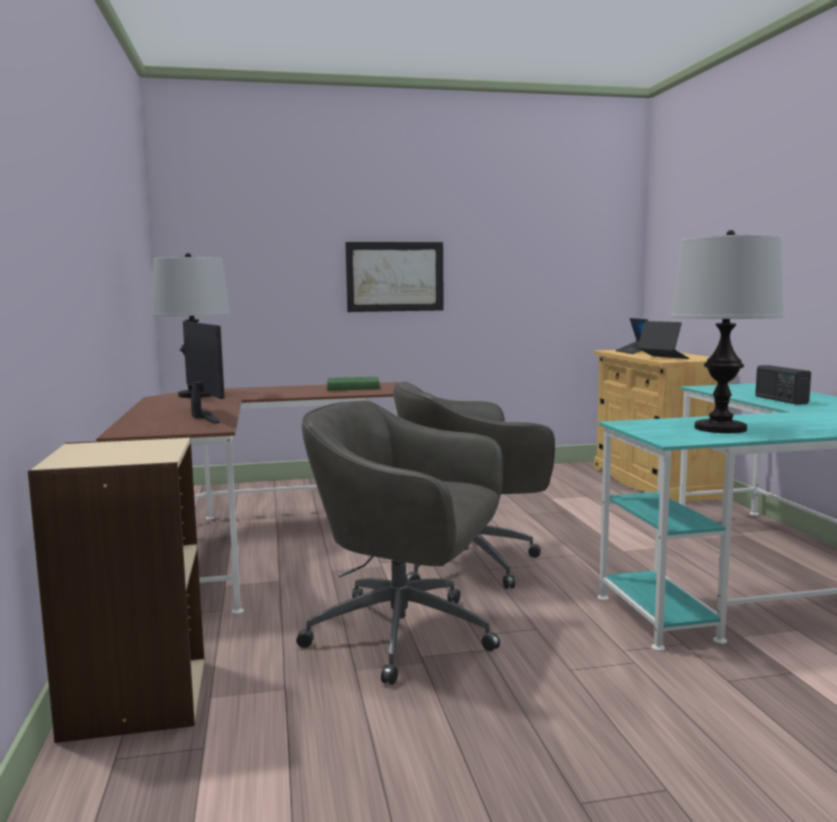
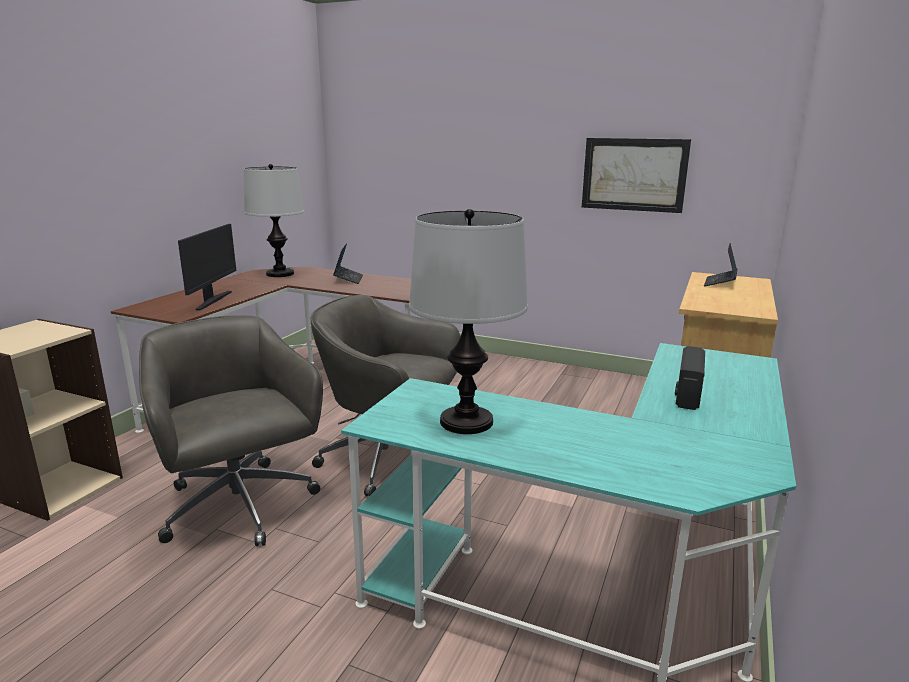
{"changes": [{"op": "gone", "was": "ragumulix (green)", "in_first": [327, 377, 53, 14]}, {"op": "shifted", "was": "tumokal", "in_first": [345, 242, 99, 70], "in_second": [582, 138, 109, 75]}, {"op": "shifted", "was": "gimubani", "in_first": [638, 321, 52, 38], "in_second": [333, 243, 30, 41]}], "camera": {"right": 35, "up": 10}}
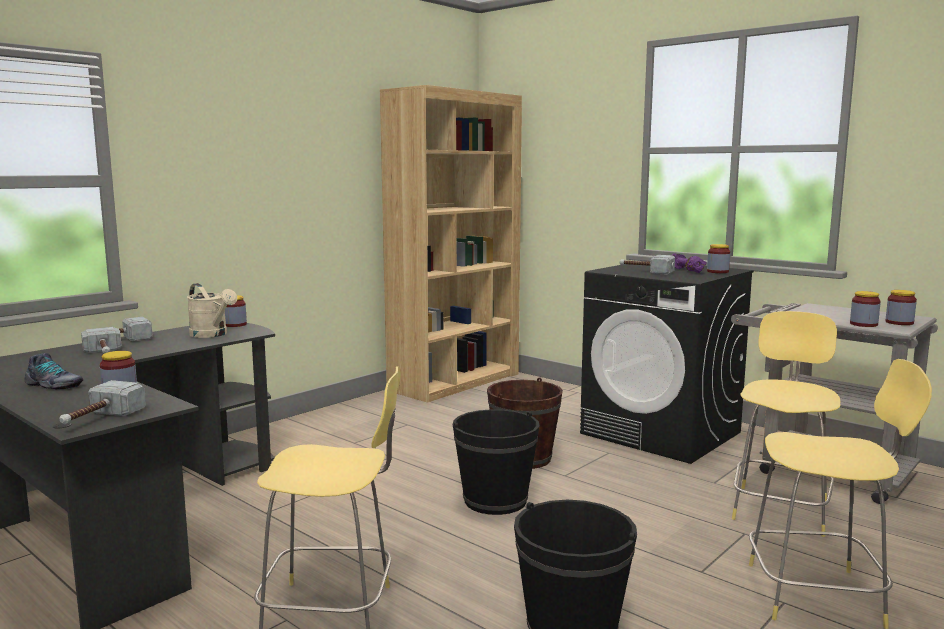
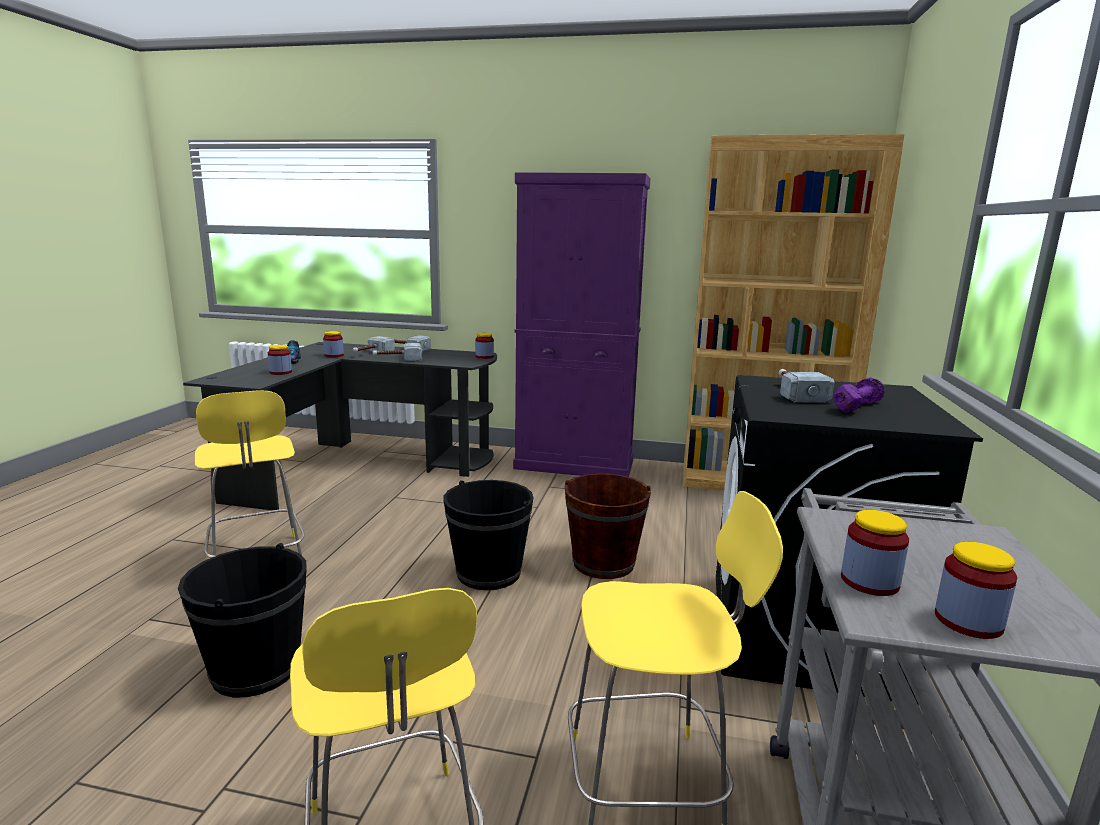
{"changes": [{"op": "shifted", "was": "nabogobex", "in_first": [59, 380, 87, 44], "in_second": [373, 343, 49, 18]}, {"op": "gone", "was": "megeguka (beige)", "in_first": [187, 283, 50, 55]}, {"op": "shifted", "was": "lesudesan", "in_first": [707, 244, 23, 29], "in_second": [323, 331, 21, 26]}, {"op": "new", "now": "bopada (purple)", "in_second": [513, 172, 137, 305]}], "camera": {"right": 60, "up": 5}}
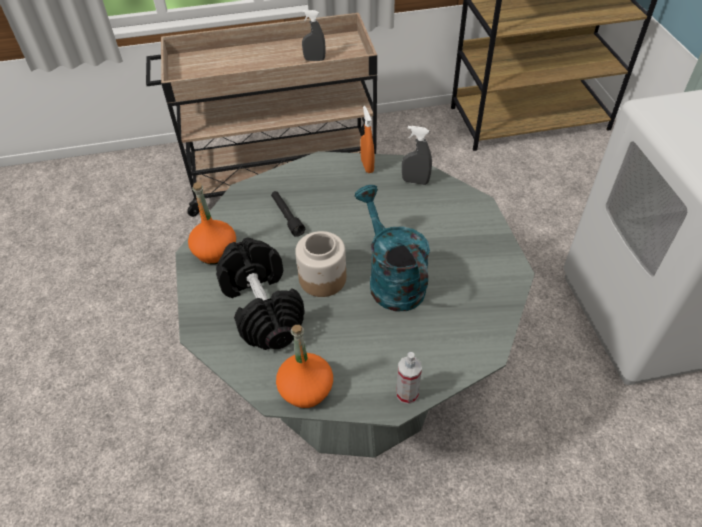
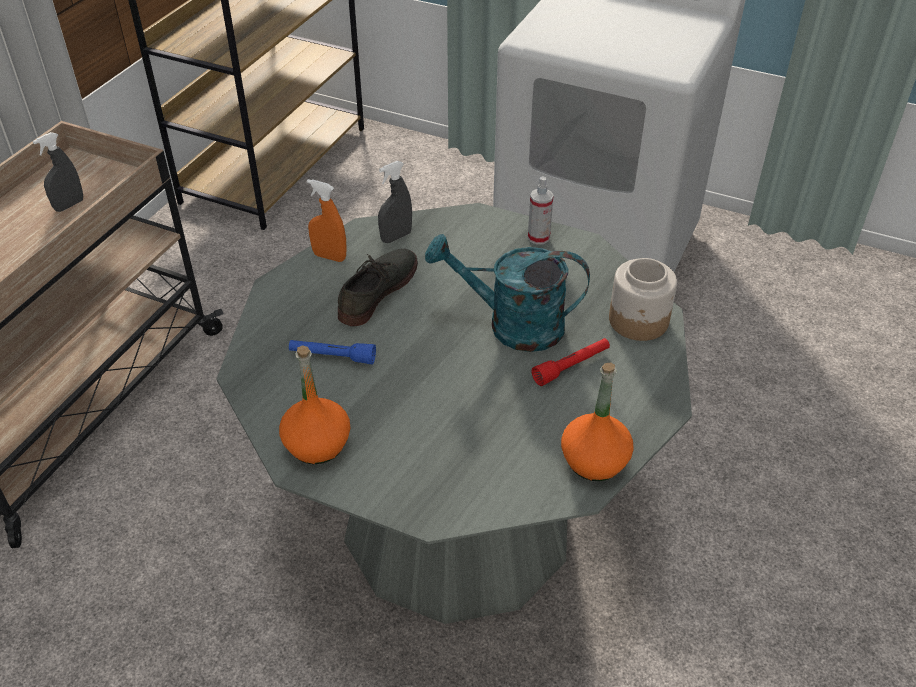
{"changes": [{"op": "gone", "was": "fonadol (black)", "in_first": [216, 238, 89, 112]}, {"op": "repainted", "was": "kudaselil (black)", "now": "kudaselil (blue)", "in_first": [271, 191, 34, 46], "in_second": [289, 340, 87, 24]}, {"op": "shifted", "was": "lesudesan", "in_first": [295, 231, 51, 66], "in_second": [609, 258, 68, 83]}, {"op": "shifted", "was": "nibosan", "in_first": [396, 352, 26, 52], "in_second": [528, 176, 26, 68]}, {"op": "new", "now": "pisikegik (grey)", "in_second": [338, 249, 80, 77]}, {"op": "new", "now": "kudaselil (red)", "in_second": [531, 338, 79, 48]}], "camera": {"right": -55, "up": -5}}
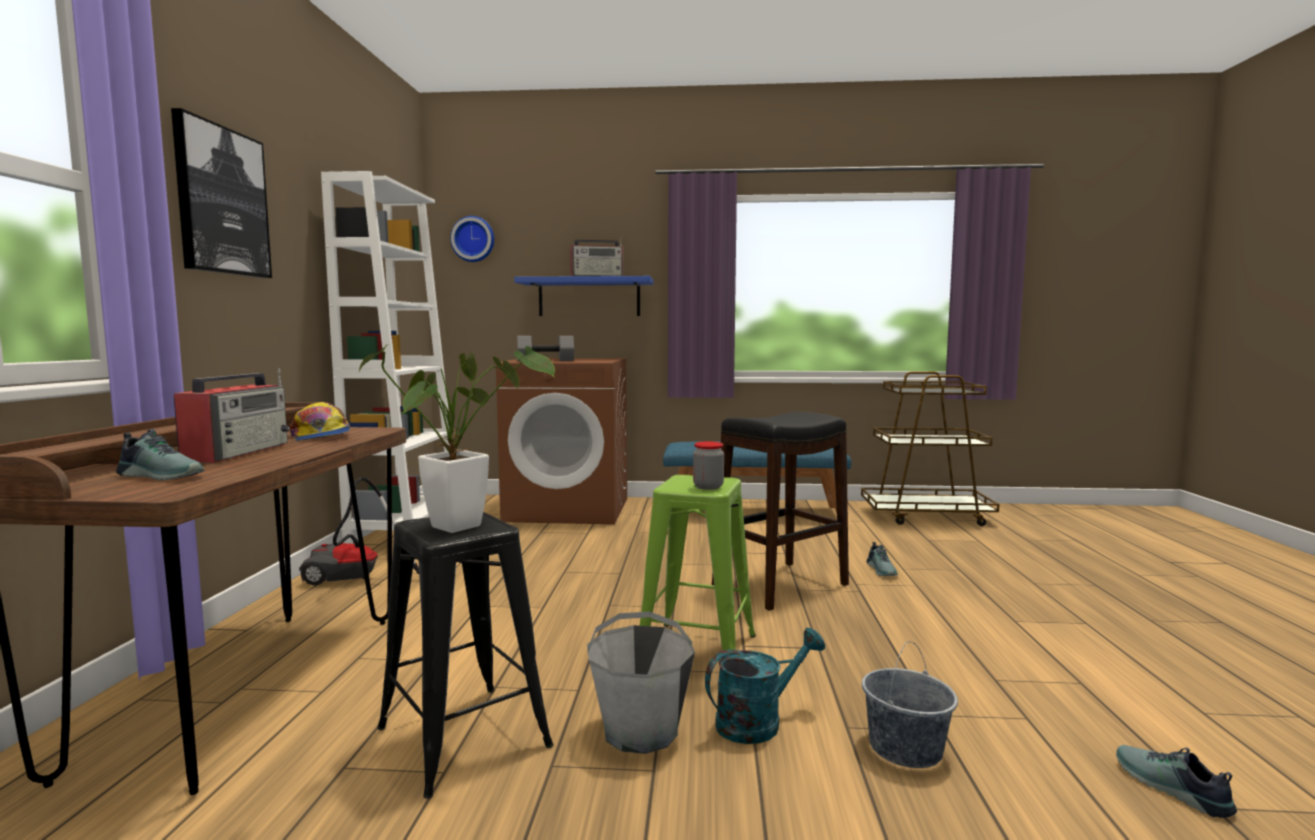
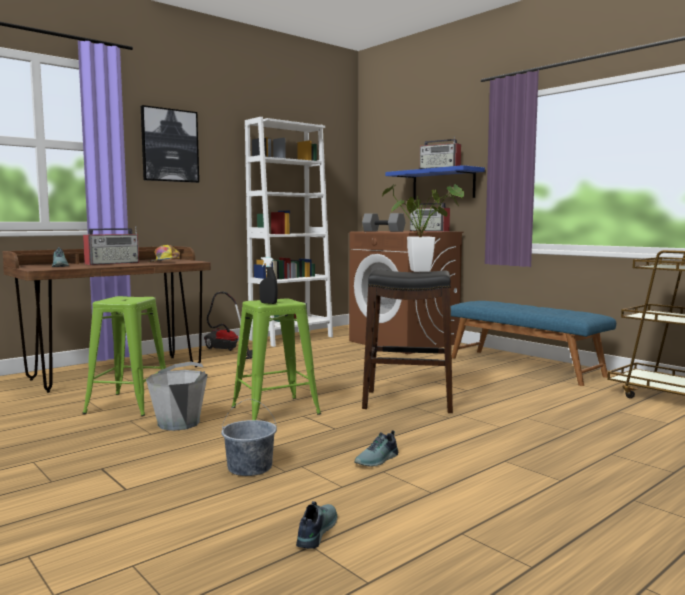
{"changes": [{"op": "shifted", "was": "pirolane", "in_first": [359, 346, 196, 187], "in_second": [382, 184, 82, 88]}, {"op": "repainted", "was": "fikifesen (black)", "now": "fikifesen (green)", "in_first": [377, 512, 177, 287], "in_second": [83, 296, 83, 120]}, {"op": "gone", "was": "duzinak", "in_first": [450, 216, 44, 46]}, {"op": "swapped", "was": "lesudesan", "now": "nibosan (black)", "in_first": [693, 441, 31, 49], "in_second": [259, 257, 19, 47]}, {"op": "gone", "was": "megeguka (turquoise)", "in_first": [705, 628, 120, 116]}, {"op": "shifted", "was": "pisikegik", "in_first": [866, 542, 32, 34], "in_second": [354, 430, 44, 37]}, {"op": "new", "now": "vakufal", "in_second": [410, 203, 40, 29]}], "camera": {"right": 45, "up": 0}}
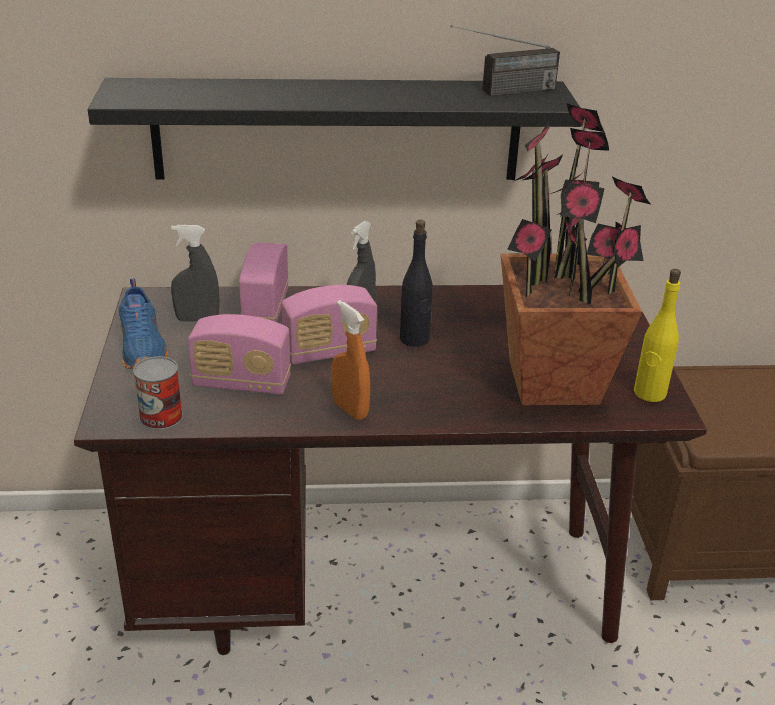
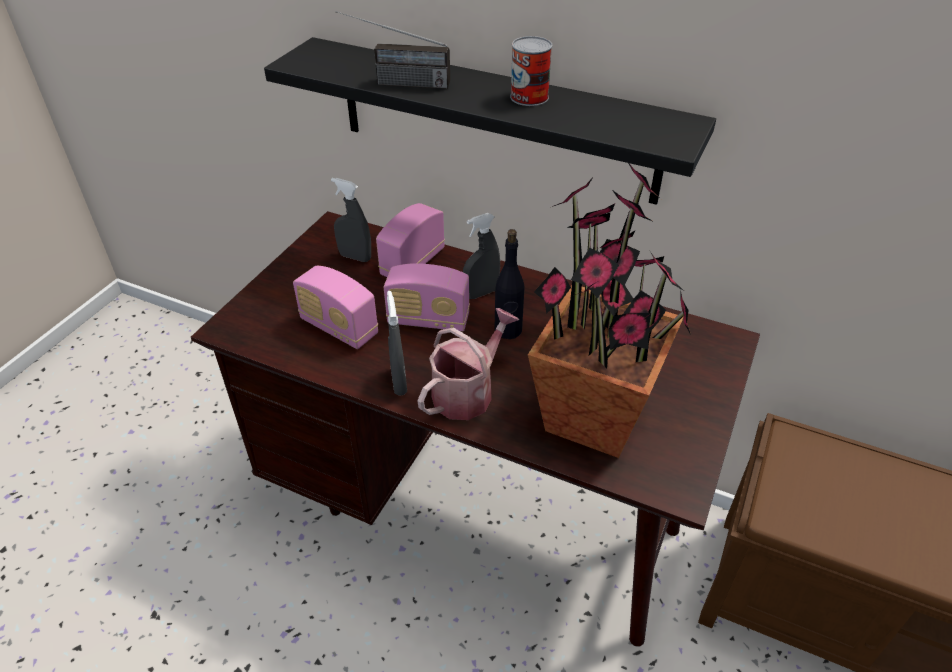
{"changes": [{"op": "gone", "was": "pisikegik (blue)", "in_first": [119, 278, 49, 91]}, {"op": "shifted", "was": "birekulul", "in_first": [133, 356, 50, 74], "in_second": [510, 36, 42, 70]}, {"op": "repainted", "was": "nibosan (orange)", "now": "nibosan (grey)", "in_first": [331, 300, 39, 120], "in_second": [387, 291, 20, 104]}, {"op": "shifted", "was": "vakufal", "in_first": [450, 25, 110, 71], "in_second": [335, 11, 115, 78]}, {"op": "gone", "was": "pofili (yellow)", "in_first": [634, 269, 47, 133]}, {"op": "new", "now": "megeguka", "in_second": [417, 308, 102, 112]}], "camera": {"right": 30, "up": 10}}
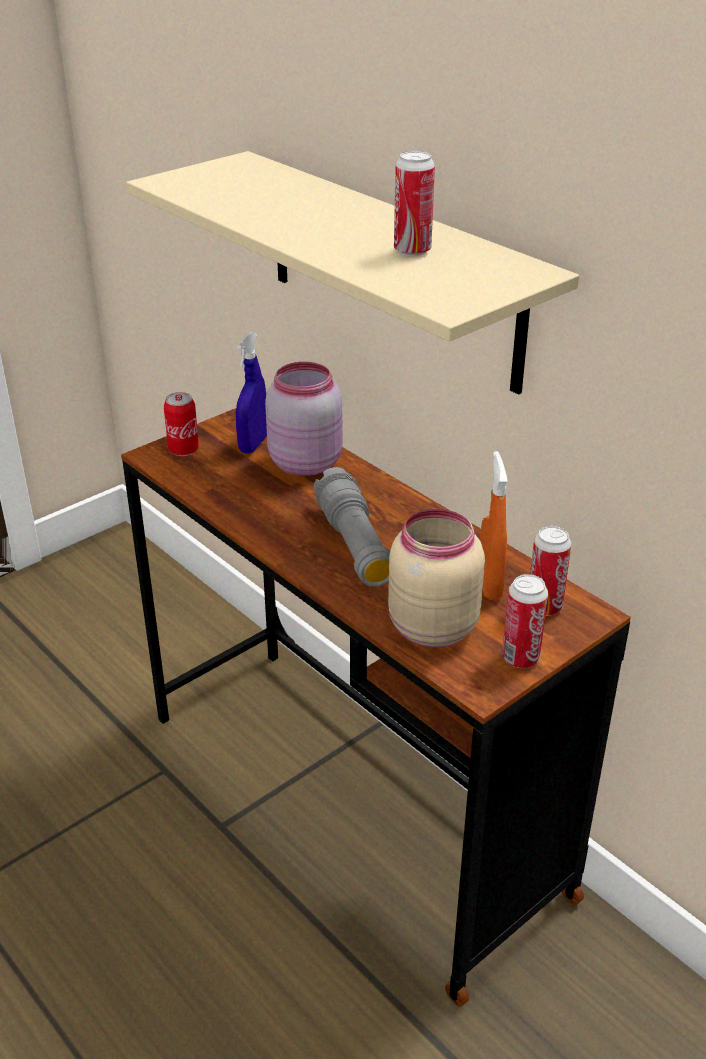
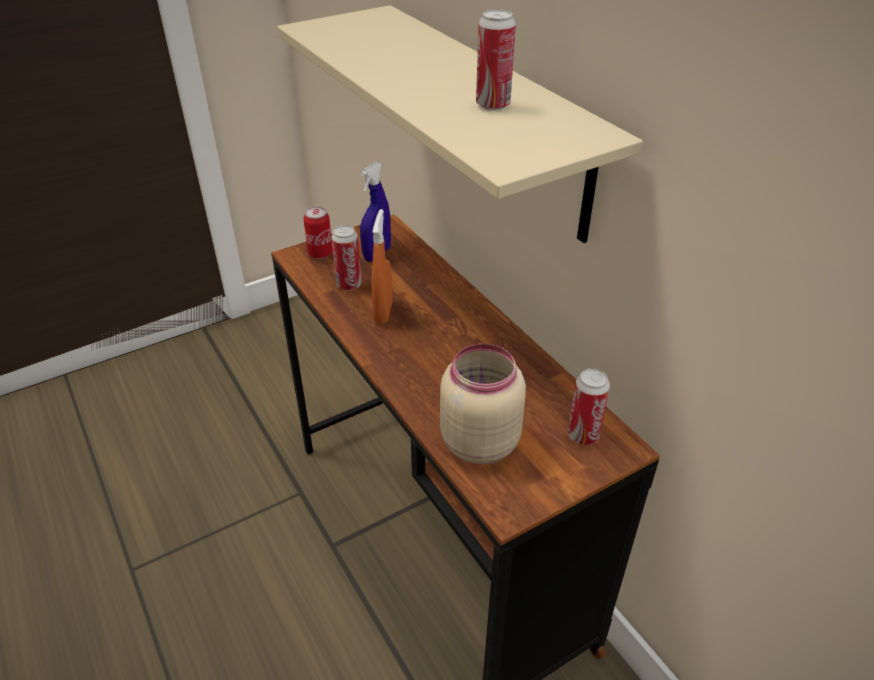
{"changes": [{"op": "gone", "was": "lesudesan (pink)", "in_first": [265, 362, 78, 114]}, {"op": "gone", "was": "kudaselil (grey)", "in_first": [314, 467, 76, 120]}, {"op": "shifted", "was": "nibosan (orange)", "in_first": [480, 451, 28, 149], "in_second": [372, 209, 21, 115]}, {"op": "shifted", "was": "birekulul", "in_first": [502, 574, 46, 94], "in_second": [331, 225, 31, 66]}], "camera": {"right": 10, "up": 5}}
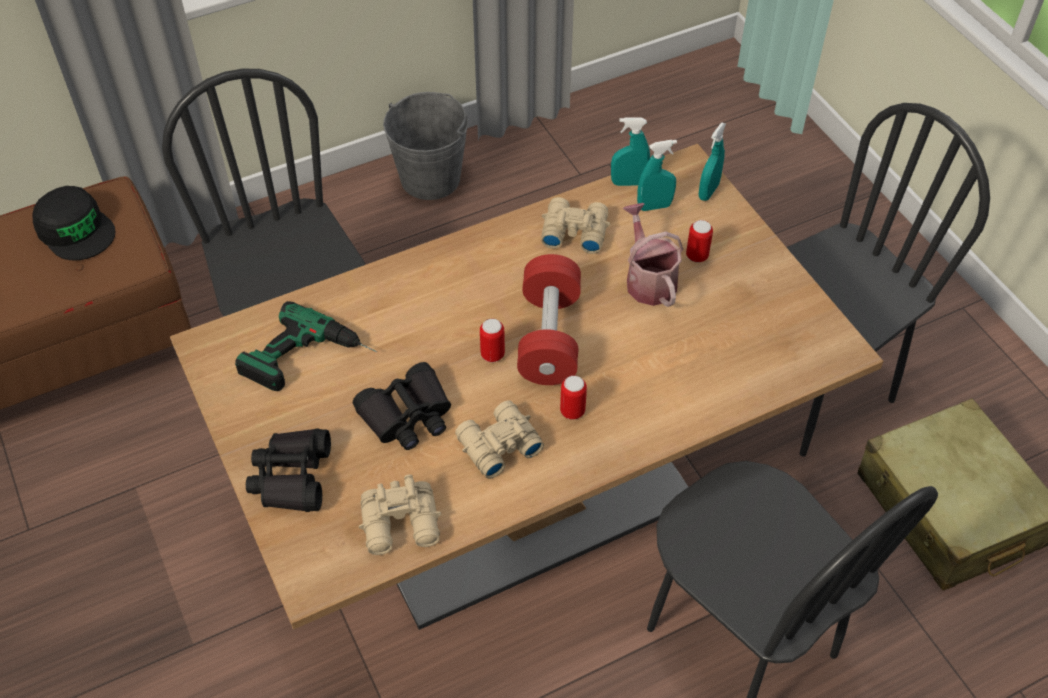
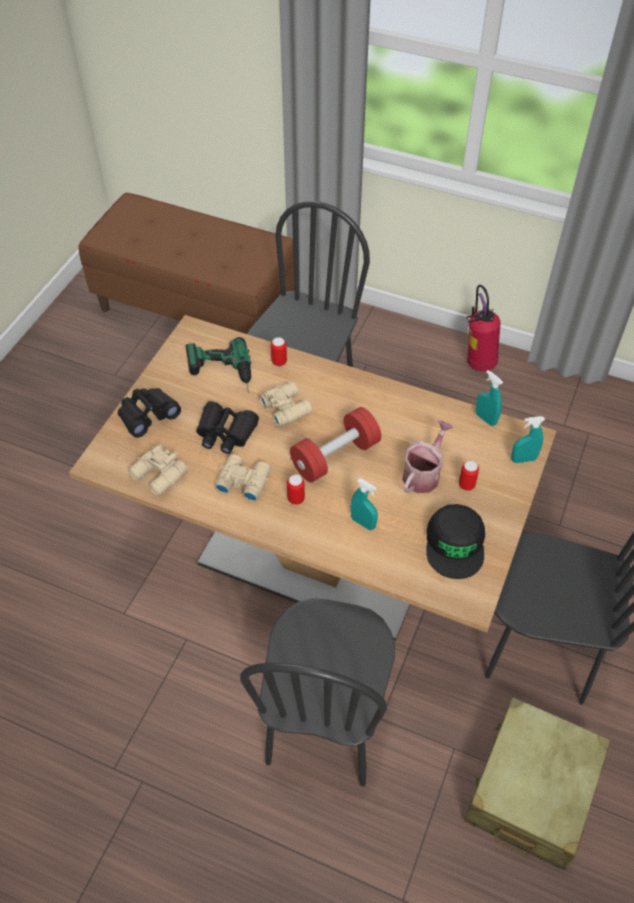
{"changes": [{"op": "shifted", "was": "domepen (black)", "in_first": [32, 186, 83, 75], "in_second": [427, 504, 58, 75]}, {"op": "swapped", "was": "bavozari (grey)", "now": "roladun", "in_first": [383, 92, 86, 108], "in_second": [466, 285, 34, 86]}, {"op": "shifted", "was": "birekulul", "in_first": [480, 319, 25, 43], "in_second": [271, 337, 16, 29]}, {"op": "shifted", "was": "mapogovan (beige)", "in_first": [541, 197, 69, 57], "in_second": [259, 382, 53, 45]}, {"op": "shifted", "was": "nibosan (turquoise)", "in_first": [637, 140, 40, 71], "in_second": [351, 478, 27, 52]}], "camera": {"right": 50, "up": 0}}
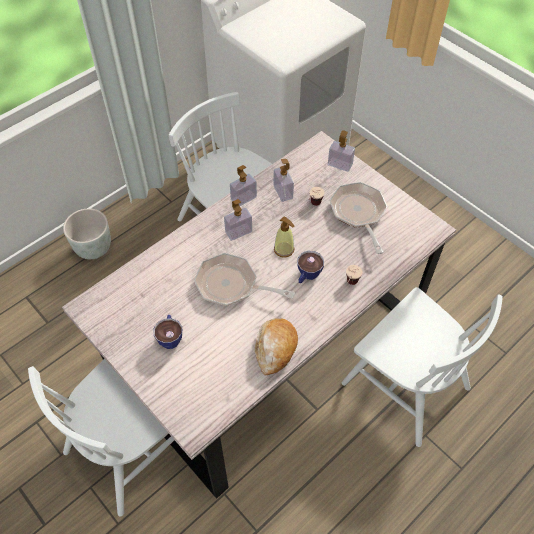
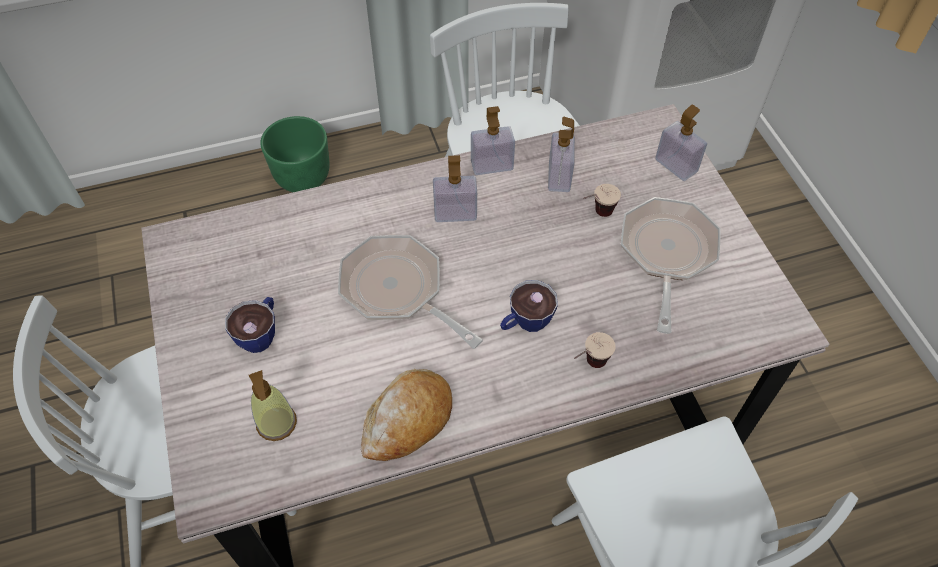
{"changes": [{"op": "repainted", "was": "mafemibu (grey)", "now": "mafemibu (green)", "in_first": [63, 209, 48, 50], "in_second": [260, 116, 70, 76]}, {"op": "shifted", "was": "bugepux", "in_first": [274, 216, 21, 42], "in_second": [249, 370, 48, 71]}], "camera": {"right": 25, "up": 0}}
